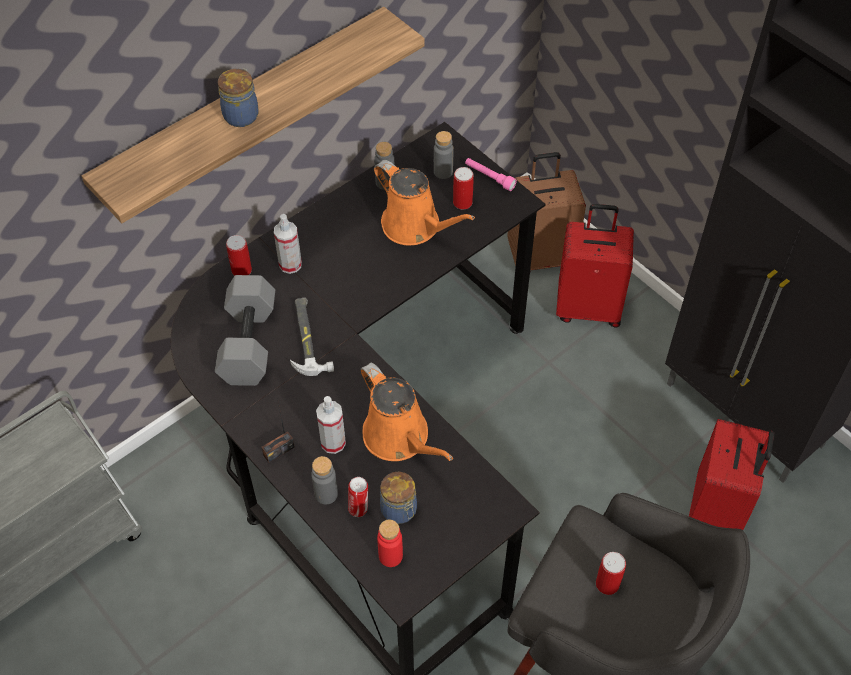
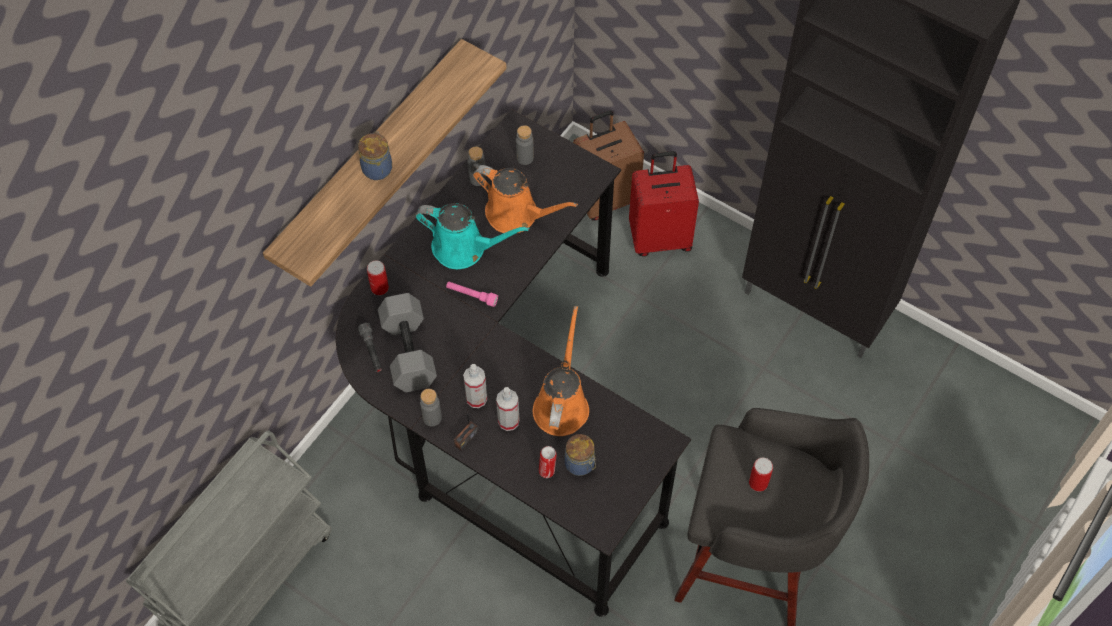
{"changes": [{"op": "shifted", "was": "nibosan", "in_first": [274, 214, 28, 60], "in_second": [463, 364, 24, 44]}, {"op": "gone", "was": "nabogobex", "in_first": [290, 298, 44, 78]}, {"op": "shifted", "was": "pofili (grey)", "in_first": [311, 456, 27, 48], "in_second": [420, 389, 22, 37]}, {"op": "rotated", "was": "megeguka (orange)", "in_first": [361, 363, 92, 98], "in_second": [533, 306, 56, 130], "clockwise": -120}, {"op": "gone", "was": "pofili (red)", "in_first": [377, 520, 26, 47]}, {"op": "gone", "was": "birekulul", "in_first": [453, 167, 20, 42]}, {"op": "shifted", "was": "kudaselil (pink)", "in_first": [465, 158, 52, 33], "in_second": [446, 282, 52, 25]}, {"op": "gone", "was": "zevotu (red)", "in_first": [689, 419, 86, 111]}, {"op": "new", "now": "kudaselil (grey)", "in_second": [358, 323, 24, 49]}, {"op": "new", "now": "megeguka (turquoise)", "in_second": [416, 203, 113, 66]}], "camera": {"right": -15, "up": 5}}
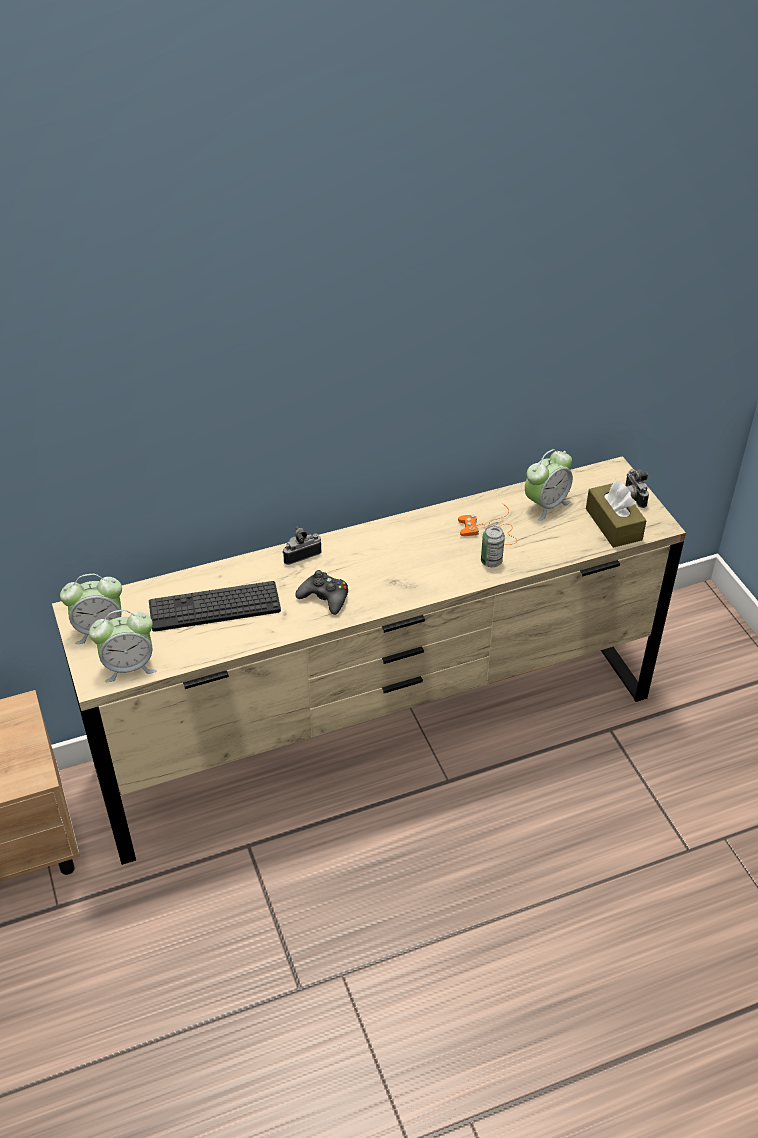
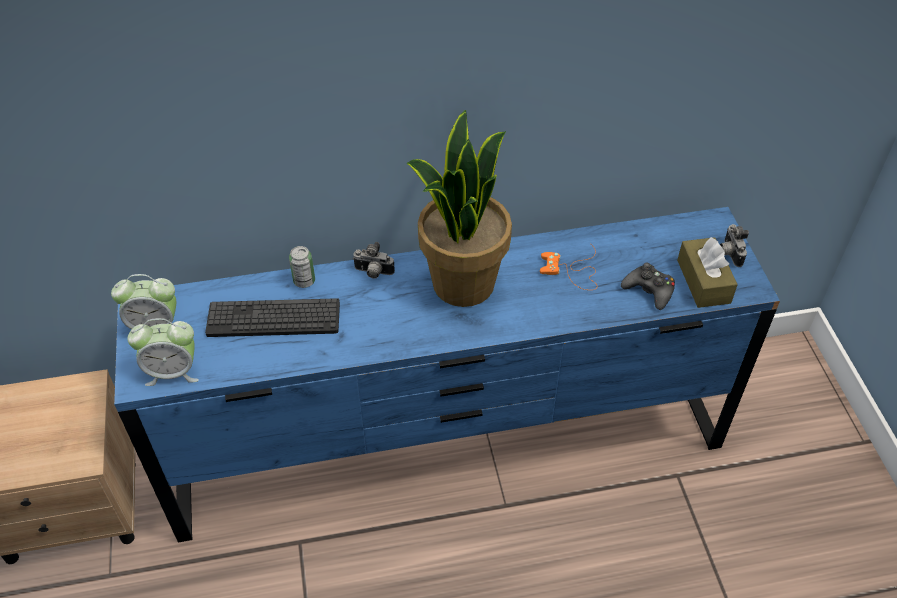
{"changes": [{"op": "repainted", "was": "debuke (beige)", "now": "debuke (blue)", "in_first": [52, 456, 634, 409], "in_second": [114, 207, 666, 335]}, {"op": "rotated", "was": "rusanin", "in_first": [282, 527, 40, 38], "in_second": [352, 242, 43, 37], "clockwise": -150}, {"op": "shifted", "was": "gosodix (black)", "in_first": [295, 570, 53, 45], "in_second": [621, 263, 54, 47]}, {"op": "shifted", "was": "birekulul", "in_first": [481, 526, 24, 41], "in_second": [289, 246, 26, 42]}, {"op": "gone", "was": "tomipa", "in_first": [525, 449, 48, 72]}, {"op": "new", "now": "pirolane", "in_second": [406, 110, 106, 197]}], "camera": {"right": 10, "up": 5}}
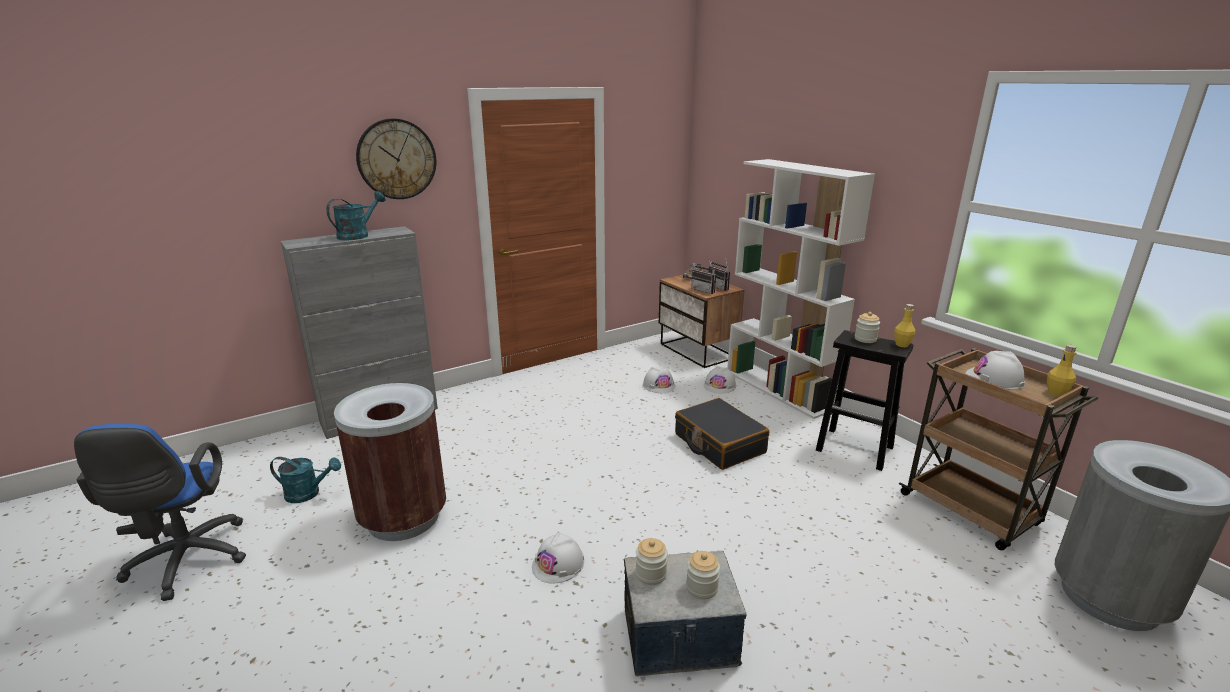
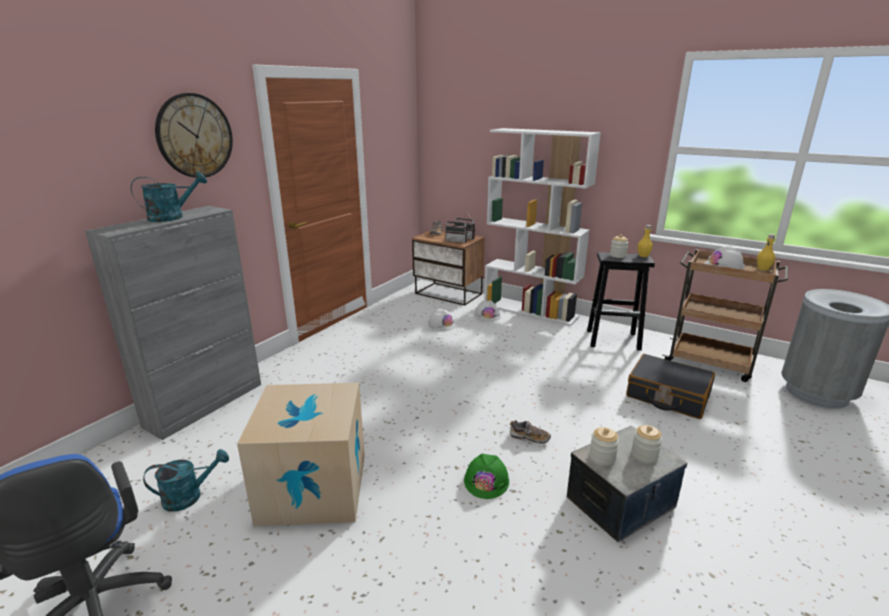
{"changes": [{"op": "rotated", "was": "megeguka (turquoise)", "in_first": [326, 191, 60, 49], "in_second": [131, 172, 76, 50], "clockwise": 45}, {"op": "swapped", "was": "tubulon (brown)", "now": "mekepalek", "in_first": [334, 383, 112, 158], "in_second": [237, 383, 128, 143]}, {"op": "repainted", "was": "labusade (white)", "now": "labusade (green)", "in_first": [532, 533, 52, 50], "in_second": [464, 454, 45, 45]}, {"op": "shifted", "was": "zevotu (black)", "in_first": [675, 398, 94, 72], "in_second": [626, 354, 89, 65]}, {"op": "new", "now": "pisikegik", "in_second": [510, 420, 41, 24]}], "camera": {"right": -25, "up": 0}}
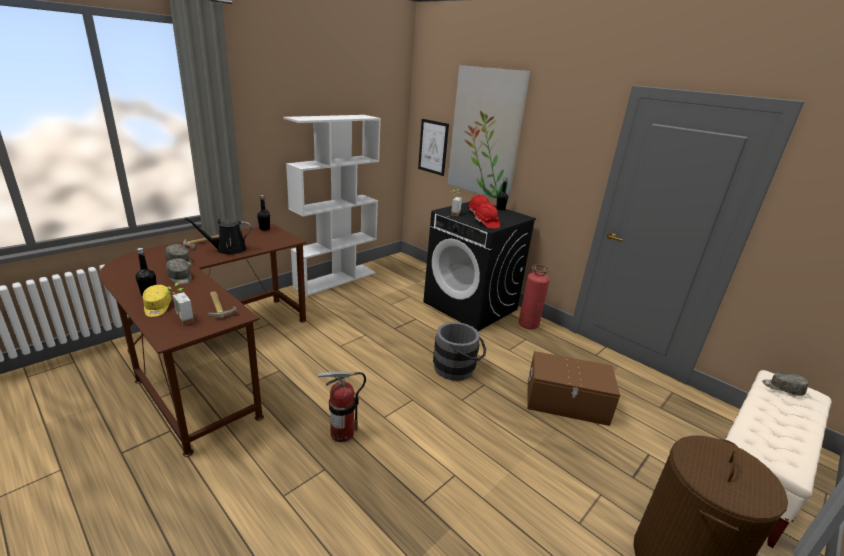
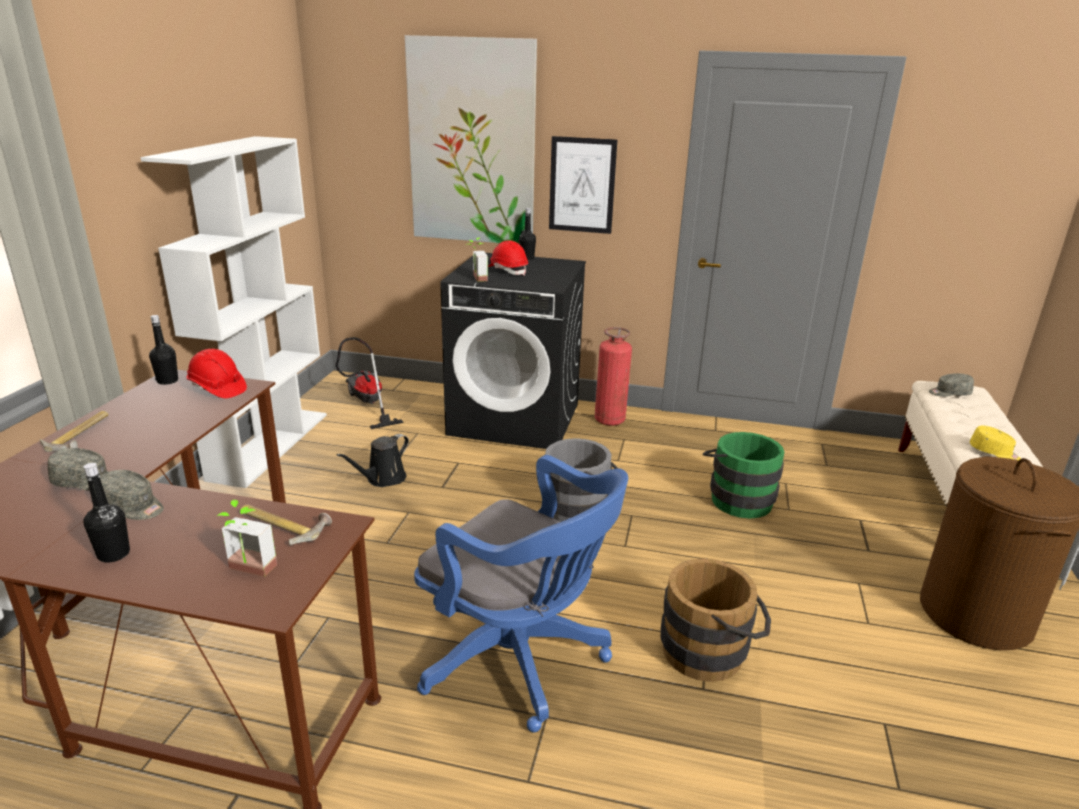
{"changes": [{"op": "shifted", "was": "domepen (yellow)", "in_first": [143, 285, 28, 32], "in_second": [970, 426, 51, 34]}, {"op": "shifted", "was": "megeguka (black)", "in_first": [184, 218, 68, 37], "in_second": [337, 434, 72, 53]}, {"op": "swapped", "was": "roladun", "now": "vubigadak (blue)", "in_first": [317, 372, 49, 70], "in_second": [414, 455, 214, 278]}, {"op": "shifted", "was": "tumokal", "in_first": [418, 119, 31, 57], "in_second": [549, 136, 68, 98]}, {"op": "shifted", "was": "labusade (red)", "in_first": [474, 203, 26, 26], "in_second": [186, 349, 61, 49]}, {"op": "swapped", "was": "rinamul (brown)", "now": "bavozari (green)", "in_first": [527, 351, 93, 75], "in_second": [703, 432, 81, 87]}, {"op": "new", "now": "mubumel", "in_second": [336, 337, 68, 92]}, {"op": "new", "now": "bavozari (brown)", "in_second": [660, 558, 111, 124]}], "camera": {"right": -30, "up": 0}}
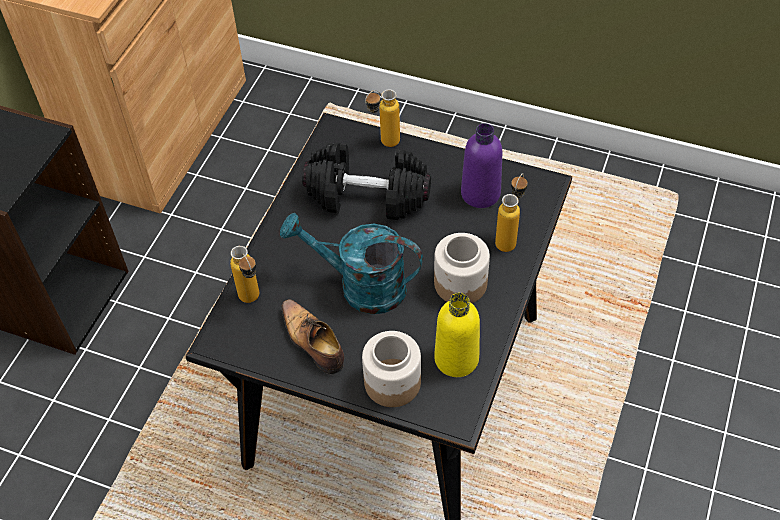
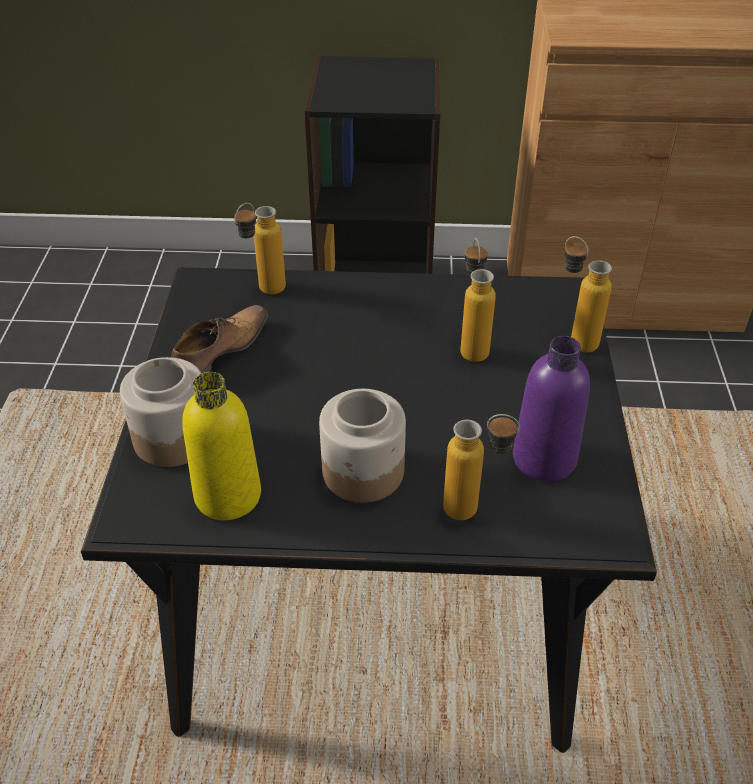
{"changes": [{"op": "gone", "was": "megeguka (turquoise)", "in_first": [280, 213, 143, 101]}, {"op": "swapped", "was": "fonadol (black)", "now": "pofili", "in_first": [302, 143, 129, 77], "in_second": [460, 238, 36, 124]}], "camera": {"right": 70, "up": -10}}
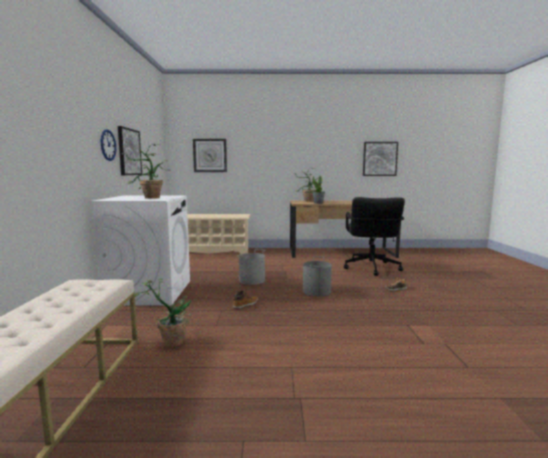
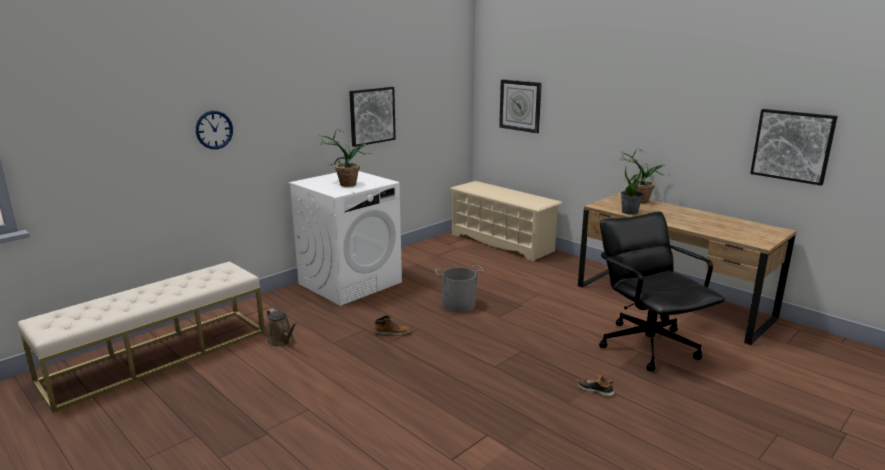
{"changes": [{"op": "shifted", "was": "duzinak", "in_first": [101, 129, 15, 32], "in_second": [196, 111, 37, 38]}, {"op": "swapped", "was": "pirolane", "now": "megeguka (brown)", "in_first": [133, 278, 58, 69], "in_second": [267, 309, 30, 38]}, {"op": "gone", "was": "bavozari (grey)", "in_first": [303, 256, 29, 41]}, {"op": "rotated", "was": "vubigadak (black)", "in_first": [344, 197, 61, 79], "in_second": [599, 212, 126, 159], "clockwise": 105}], "camera": {"right": 45, "up": 10}}
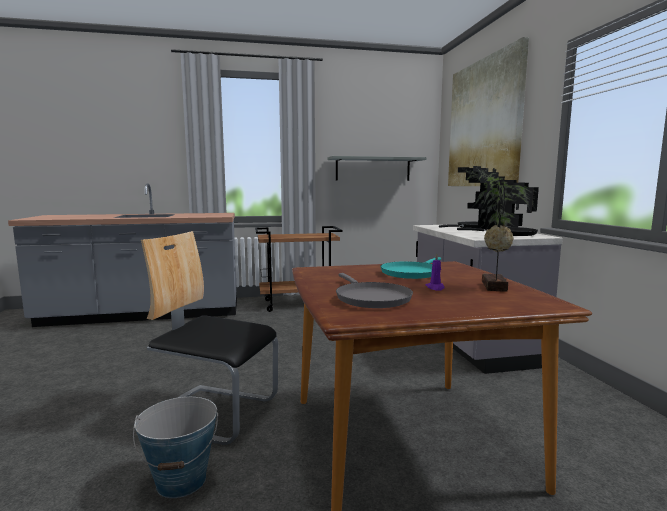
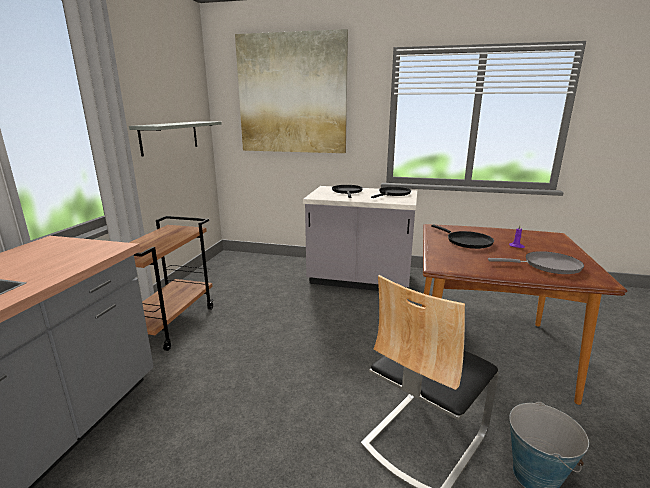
{"changes": [{"op": "repainted", "was": "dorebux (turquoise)", "now": "dorebux (black)", "in_first": [380, 257, 61, 22], "in_second": [431, 224, 63, 25]}, {"op": "gone", "was": "pirolane", "in_first": [458, 166, 81, 126]}], "camera": {"right": -65, "up": 10}}
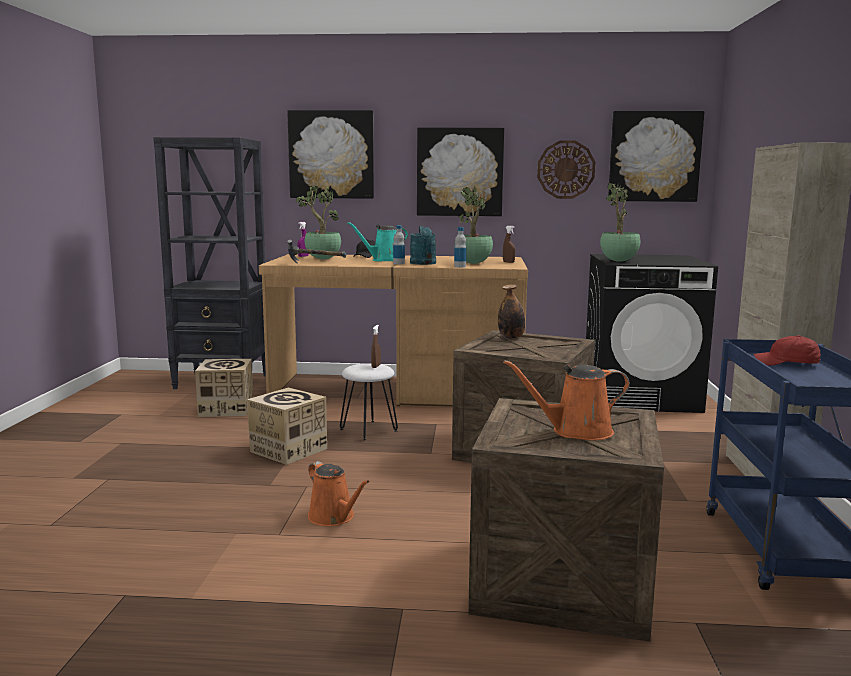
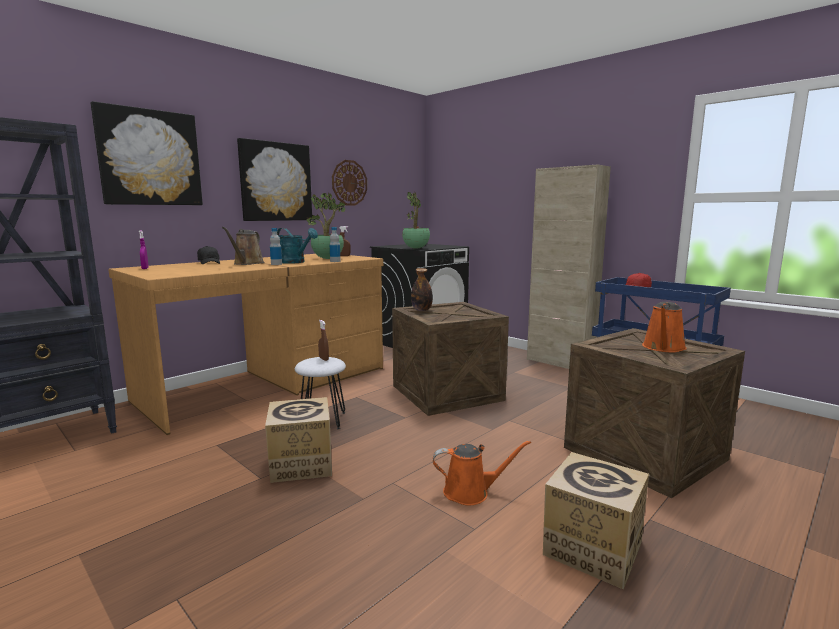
{"changes": [{"op": "shifted", "was": "mekepalek", "in_first": [195, 359, 58, 58], "in_second": [543, 452, 106, 138]}, {"op": "gone", "was": "nabogobex", "in_first": [287, 240, 59, 24]}, {"op": "gone", "was": "pirolane", "in_first": [296, 185, 45, 74]}, {"op": "repainted", "was": "megeguka (turquoise)", "now": "megeguka (brown)", "in_first": [347, 222, 61, 39], "in_second": [222, 227, 42, 38]}, {"op": "gone", "was": "tumokal", "in_first": [608, 111, 97, 91]}], "camera": {"right": -50, "up": 0}}
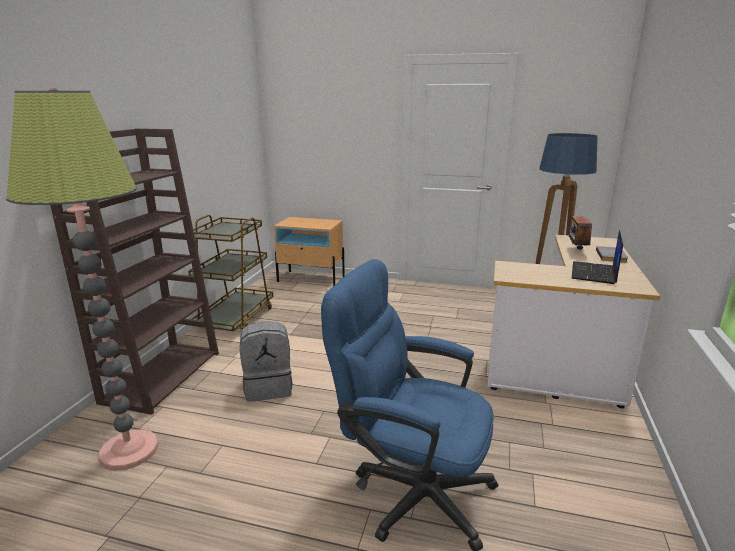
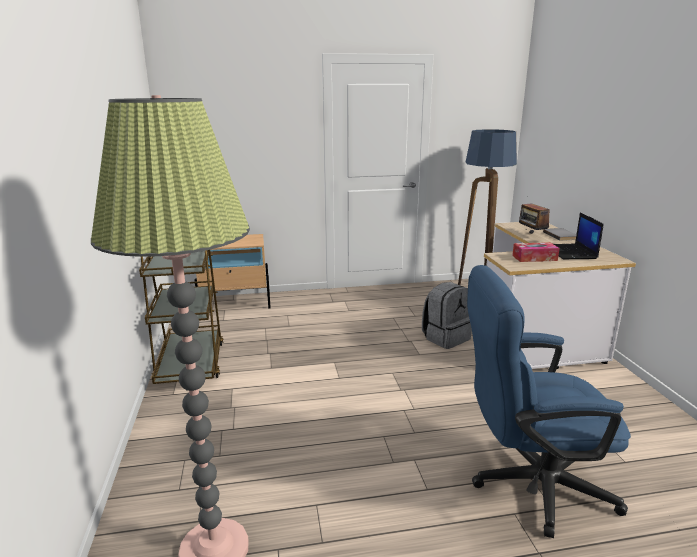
{"changes": [{"op": "gone", "was": "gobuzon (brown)", "in_first": [50, 128, 169, 287]}, {"op": "shifted", "was": "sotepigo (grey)", "in_first": [240, 321, 53, 81], "in_second": [422, 282, 50, 67]}, {"op": "new", "now": "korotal", "in_second": [512, 242, 48, 20]}], "camera": {"right": -25, "up": 0}}
